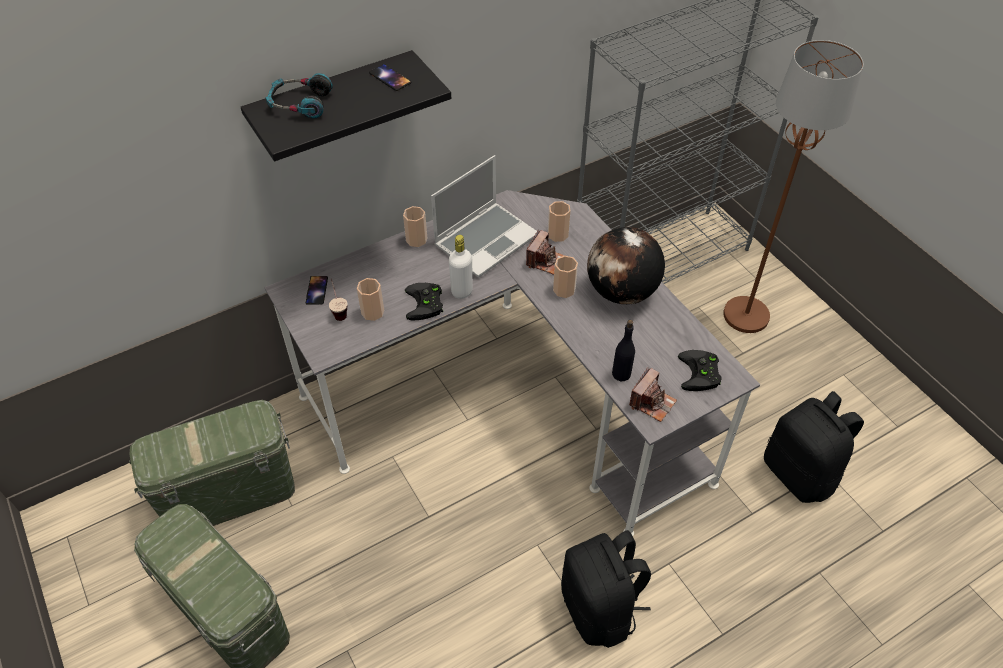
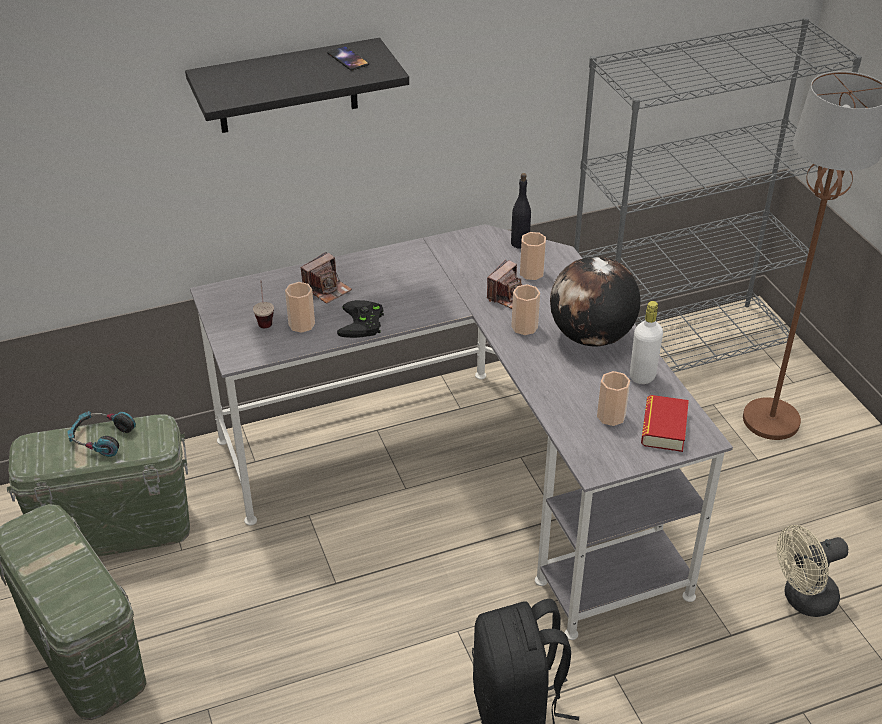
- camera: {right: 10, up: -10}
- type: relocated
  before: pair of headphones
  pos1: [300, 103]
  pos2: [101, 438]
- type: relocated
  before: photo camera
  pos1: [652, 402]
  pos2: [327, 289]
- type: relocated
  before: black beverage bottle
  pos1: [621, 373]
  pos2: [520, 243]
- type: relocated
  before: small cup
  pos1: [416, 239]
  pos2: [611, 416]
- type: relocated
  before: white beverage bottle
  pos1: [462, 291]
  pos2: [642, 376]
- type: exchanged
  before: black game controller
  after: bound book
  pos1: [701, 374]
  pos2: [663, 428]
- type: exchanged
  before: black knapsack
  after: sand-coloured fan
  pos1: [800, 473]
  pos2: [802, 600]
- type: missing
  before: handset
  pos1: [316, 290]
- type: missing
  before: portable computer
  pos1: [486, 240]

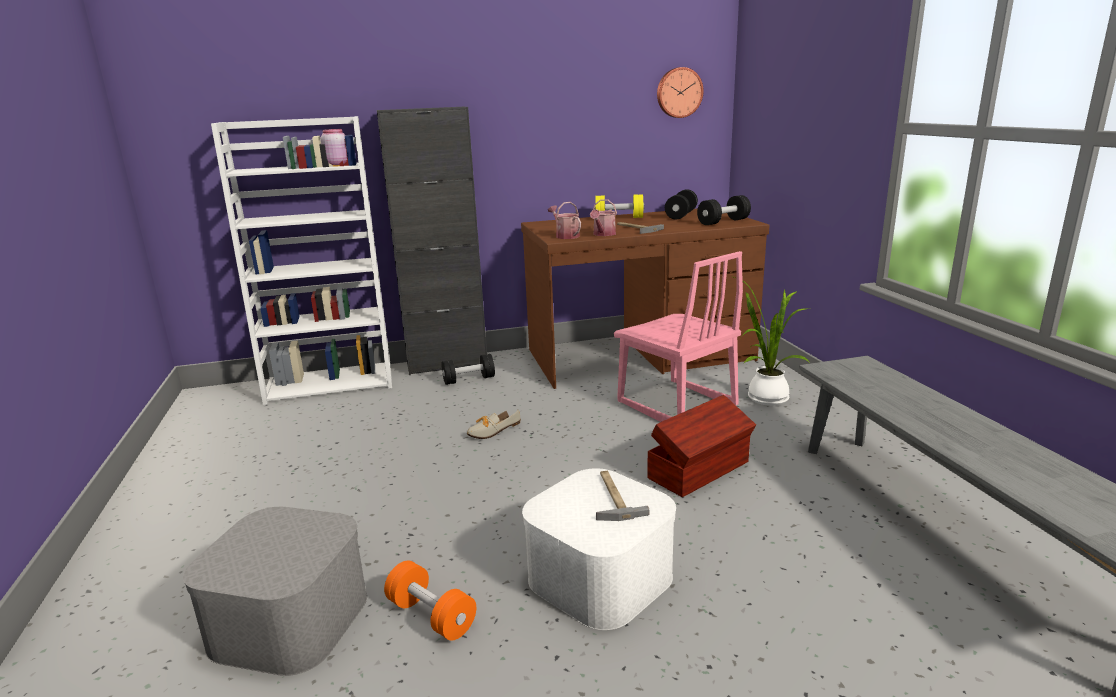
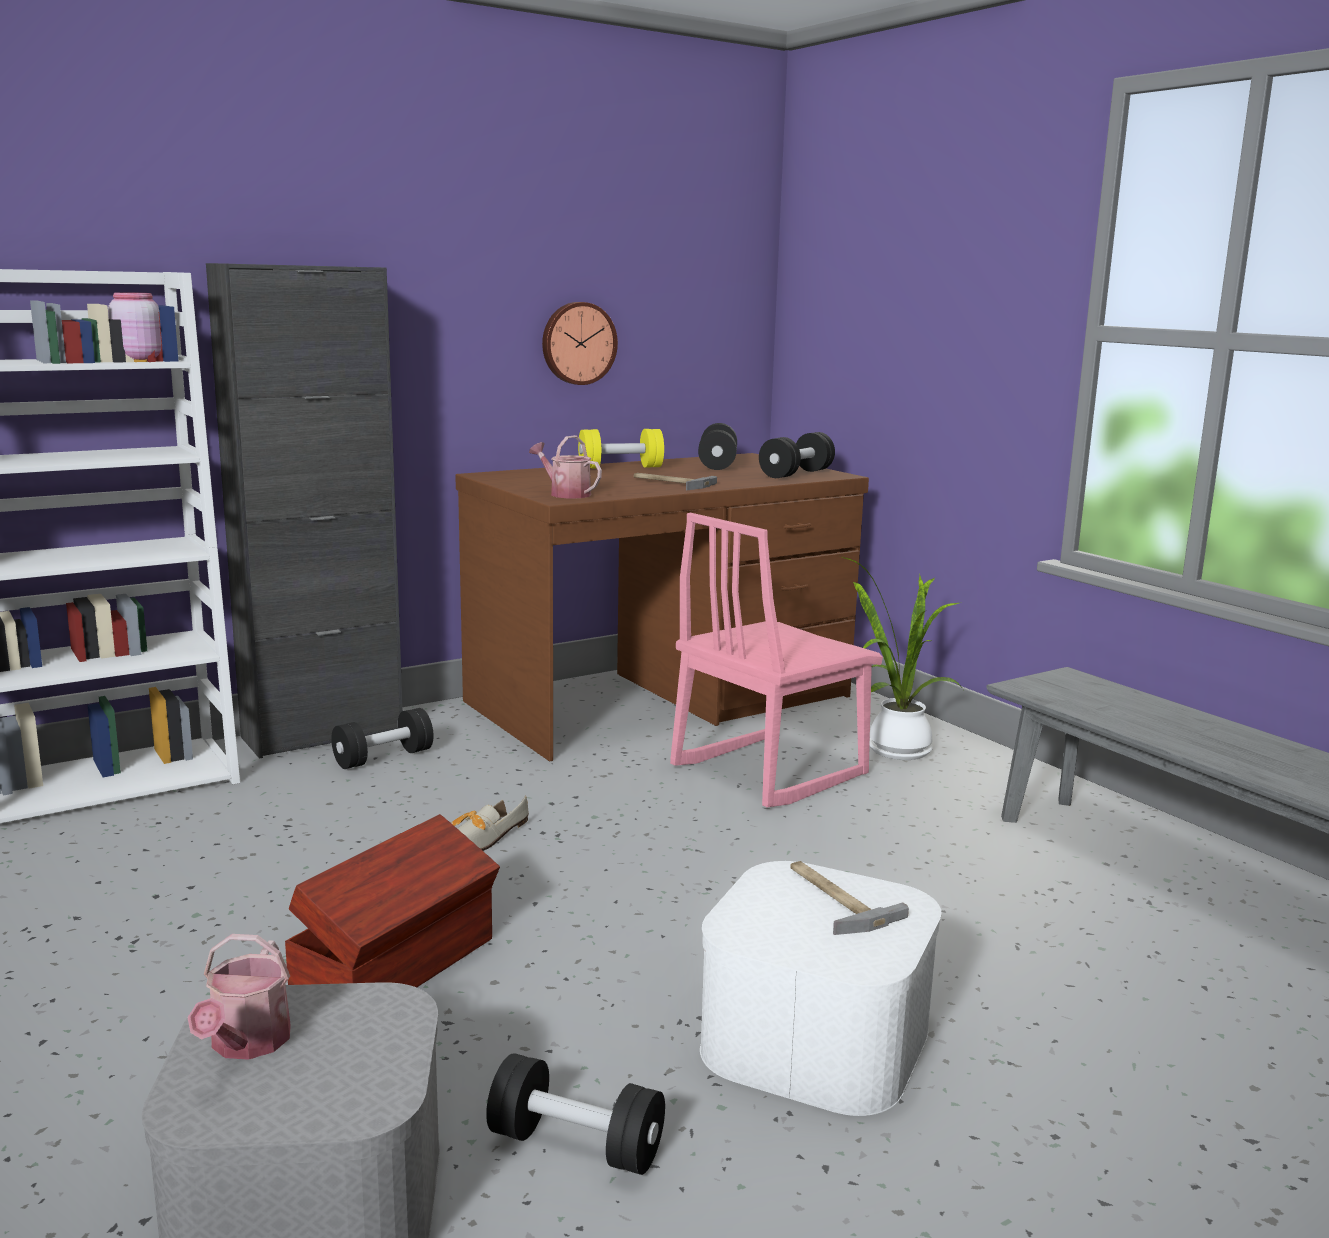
- camera: {right: -20, up: -5}
- type: relocated
  before: watering pot
  pos1: [603, 234]
  pos2: [246, 1044]
- type: relocated
  before: brown-coloured storage bin
  pos1: [700, 470]
  pos2: [399, 967]
- type: colour
  before: orangey dumbbell
  after: black dumbbell
  pos1: [431, 616]
  pos2: [576, 1145]
- type: relocated
  before: clock on the wall
  pos1: [679, 92]
  pos2: [577, 343]
- type: spun
  before: pink plain chair
  pos1: [675, 405]
  pos2: [767, 770]
  turn: 105

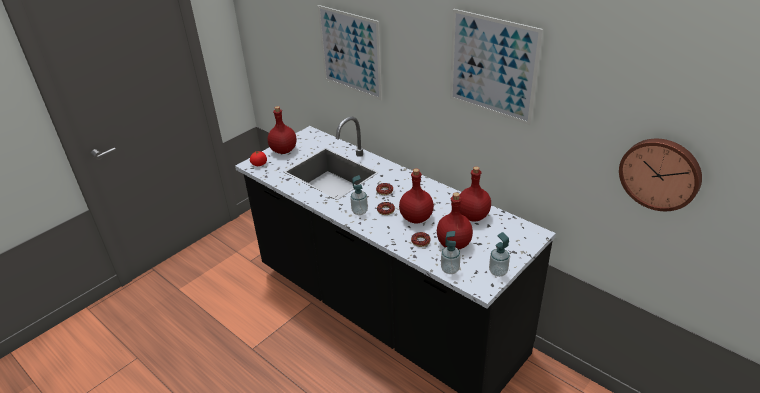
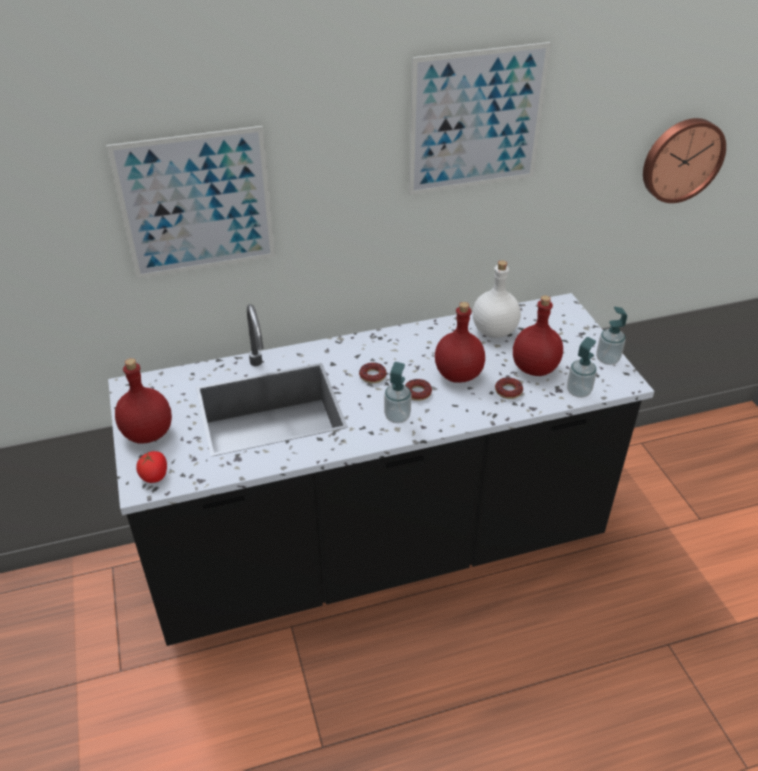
- camera: {right: -60, up: 5}
- type: colour
  before: red beverage bottle
  after: white beverage bottle
  pos1: [472, 216]
  pos2: [494, 332]

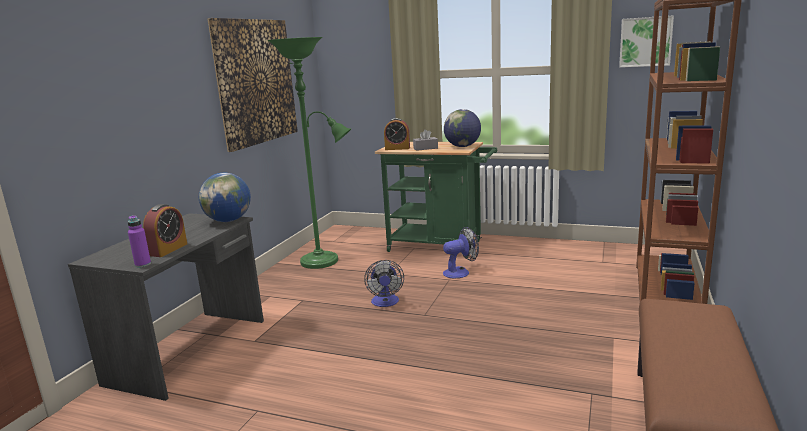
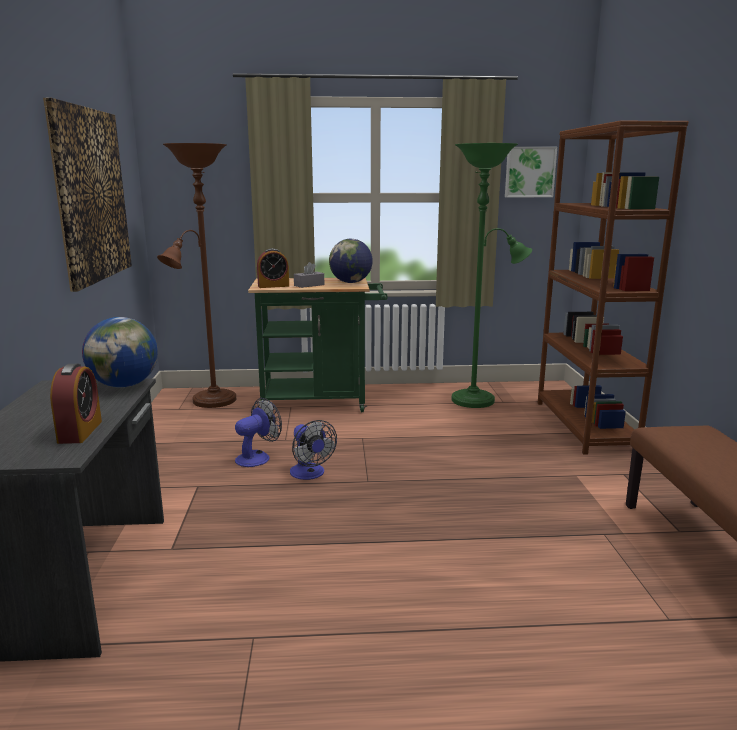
- camera: {right: -25, up: 0}
- type: appeared
  after: brown-coloured standard lamp
  pos2: [210, 402]
- type: relocated
  before: fan
  pos1: [460, 272]
  pos2: [257, 457]
- type: relocated
  before: green standard lamp
  pos1: [324, 261]
  pos2: [478, 400]
- type: missing
  before: purple-coloured beverage bottle
  pos1: [143, 264]

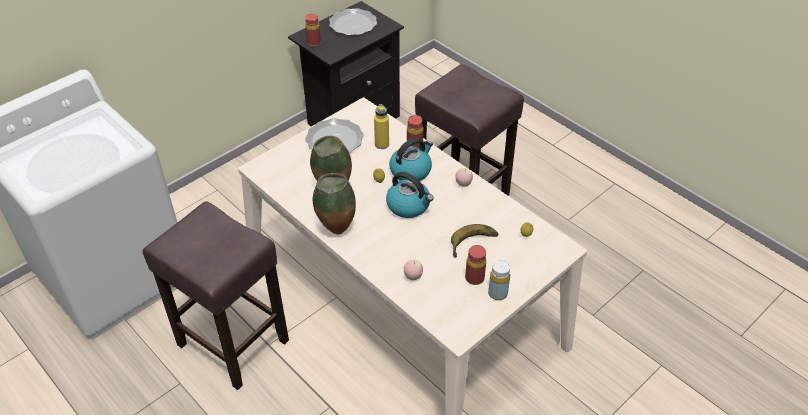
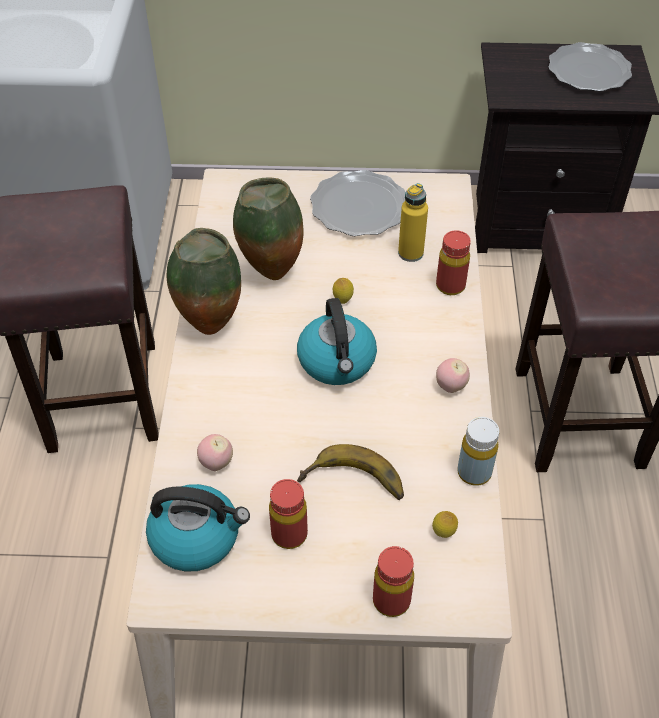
- camera: {right: 45, up: 5}
- type: relocated
  before: water kettle
  pos1: [411, 171]
  pos2: [197, 537]
- type: relocated
  before: red beverage bottle
  pos1: [314, 43]
  pos2: [391, 600]
- type: relocated
  before: yellow-coloured beverage bottle
  pos1: [497, 293]
  pos2: [474, 472]

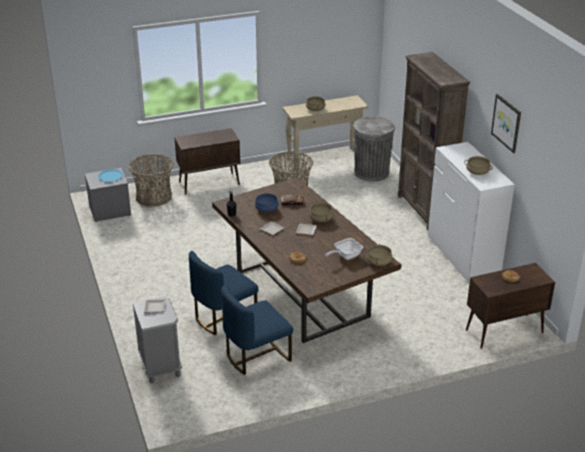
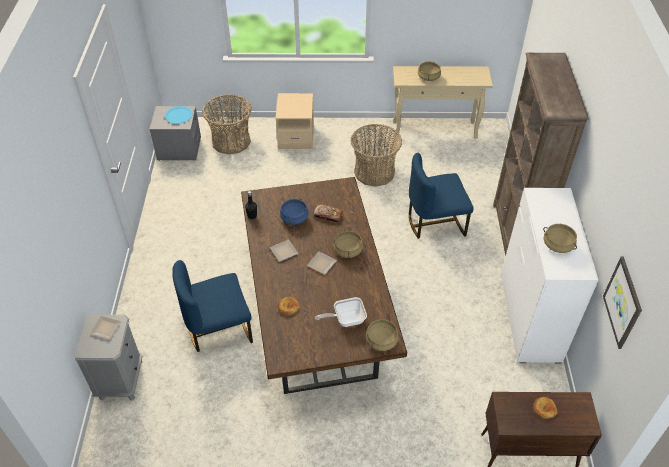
- camera: {right: 20, up: 15}
- type: exchanged
  before: brown-coloured cabinet
  after: sand-coloured nightstand
  pos1: [210, 183]
  pos2: [296, 137]
- type: relocated
  before: blue plain chair
  pos1: [256, 356]
  pos2: [435, 222]
- type: relocated
  before: wall art
  pos1: [506, 123]
  pos2: [623, 302]
- type: missing
  before: greyish waste bin
  pos1: [371, 172]

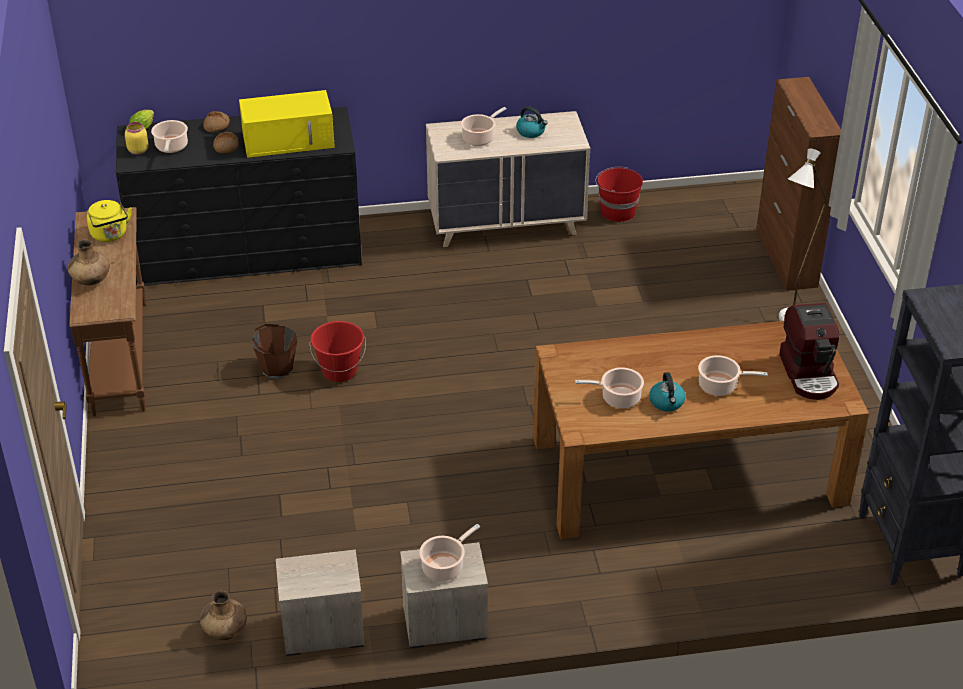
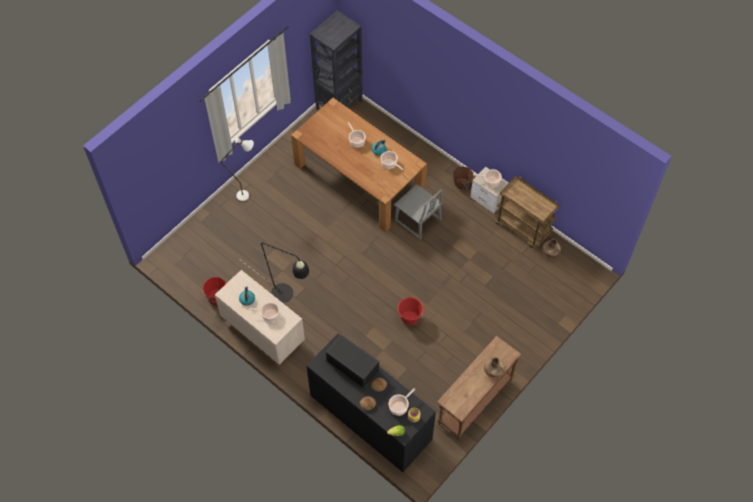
- camera: {right: -130, up: 20}
- type: appeared
  after: black standard lamp
  pos2: [286, 296]
- type: colour
  before: yellow-coloured kitchen microwave
  after: black kitchen microwave
  pos1: [289, 140]
  pos2: [352, 365]
- type: appeared
  after: greyish plain chair
  pos2: [417, 220]
- type: relocated
  before: brown-coloured pail
  pos1: [277, 368]
  pos2: [461, 184]
- type: exchanged
  before: nightstand
  after: brown-coloured cart
  pos1: [321, 630]
  pos2: [523, 228]
- type: missing
  before: yellow-coloured water kettle
  pos1: [110, 235]
- type: missing
  before: brown-coloured cabinet
  pos1: [786, 258]
- type: missing
  before: coffee brewer
  pos1: [809, 373]

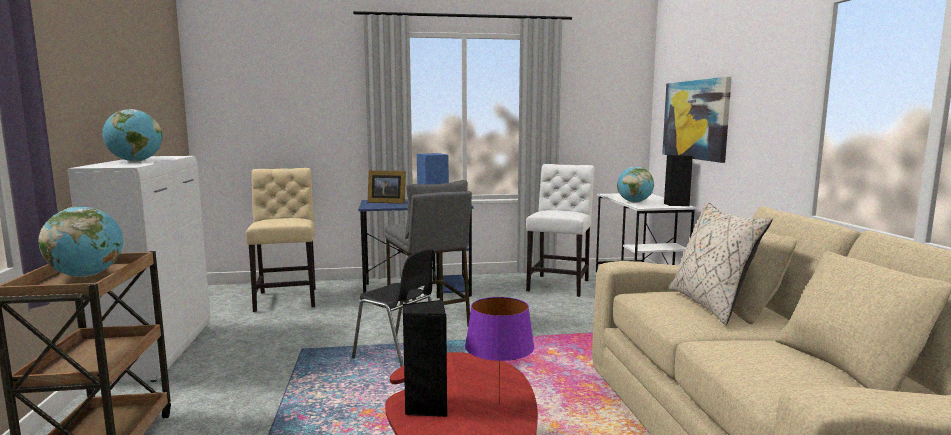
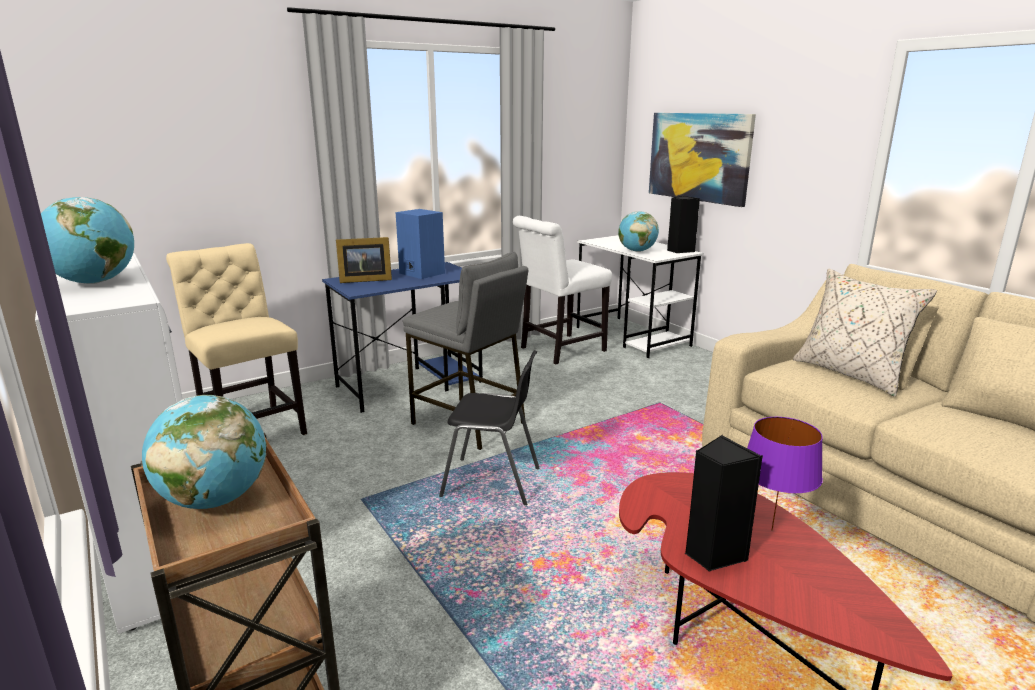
- camera: {right: -25, up: 10}
- type: spun
  before: white plain chair
  pos1: [559, 285]
  pos2: [559, 350]
  turn: -120

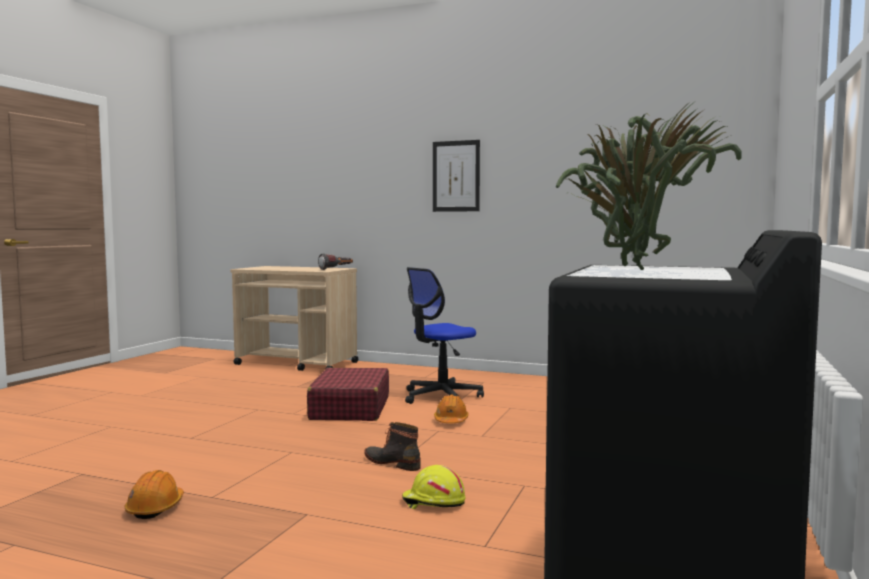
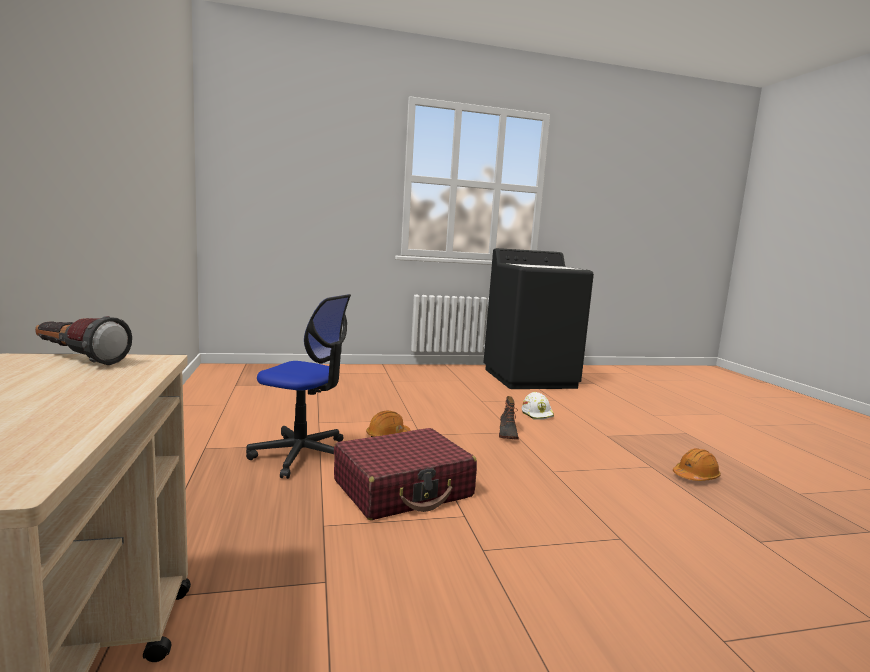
- camera: {right: -125, up: 5}
- type: colour
  before: yellow-coloured work helmet
  after: white work helmet
  pos1: [433, 502]
  pos2: [537, 414]
- type: missing
  before: wall art
  pos1: [456, 176]
- type: missing
  before: houseplant
  pos1: [635, 270]

